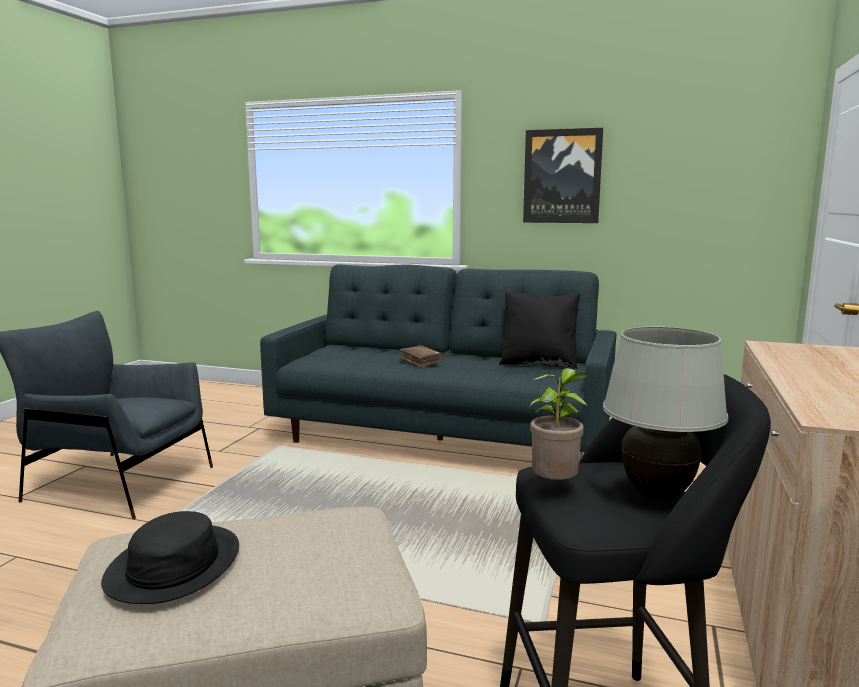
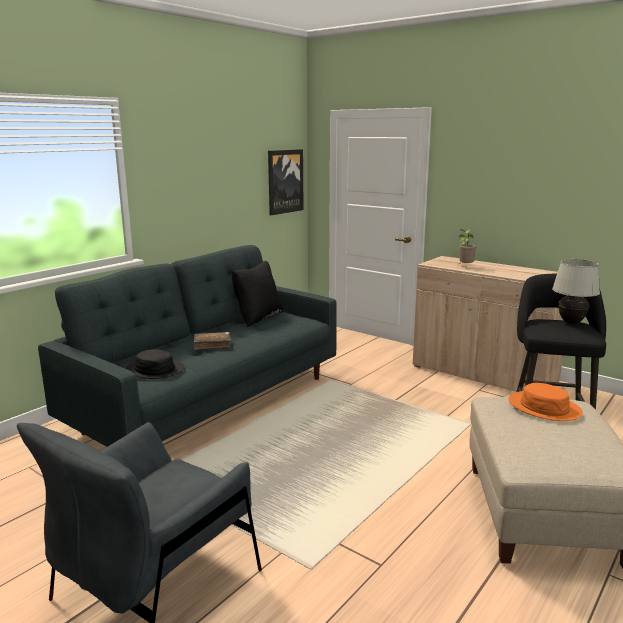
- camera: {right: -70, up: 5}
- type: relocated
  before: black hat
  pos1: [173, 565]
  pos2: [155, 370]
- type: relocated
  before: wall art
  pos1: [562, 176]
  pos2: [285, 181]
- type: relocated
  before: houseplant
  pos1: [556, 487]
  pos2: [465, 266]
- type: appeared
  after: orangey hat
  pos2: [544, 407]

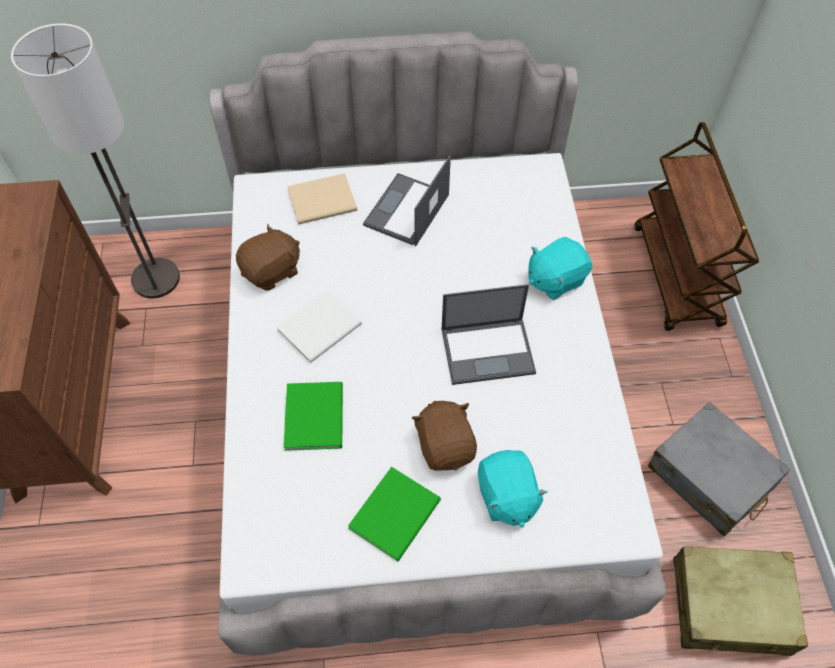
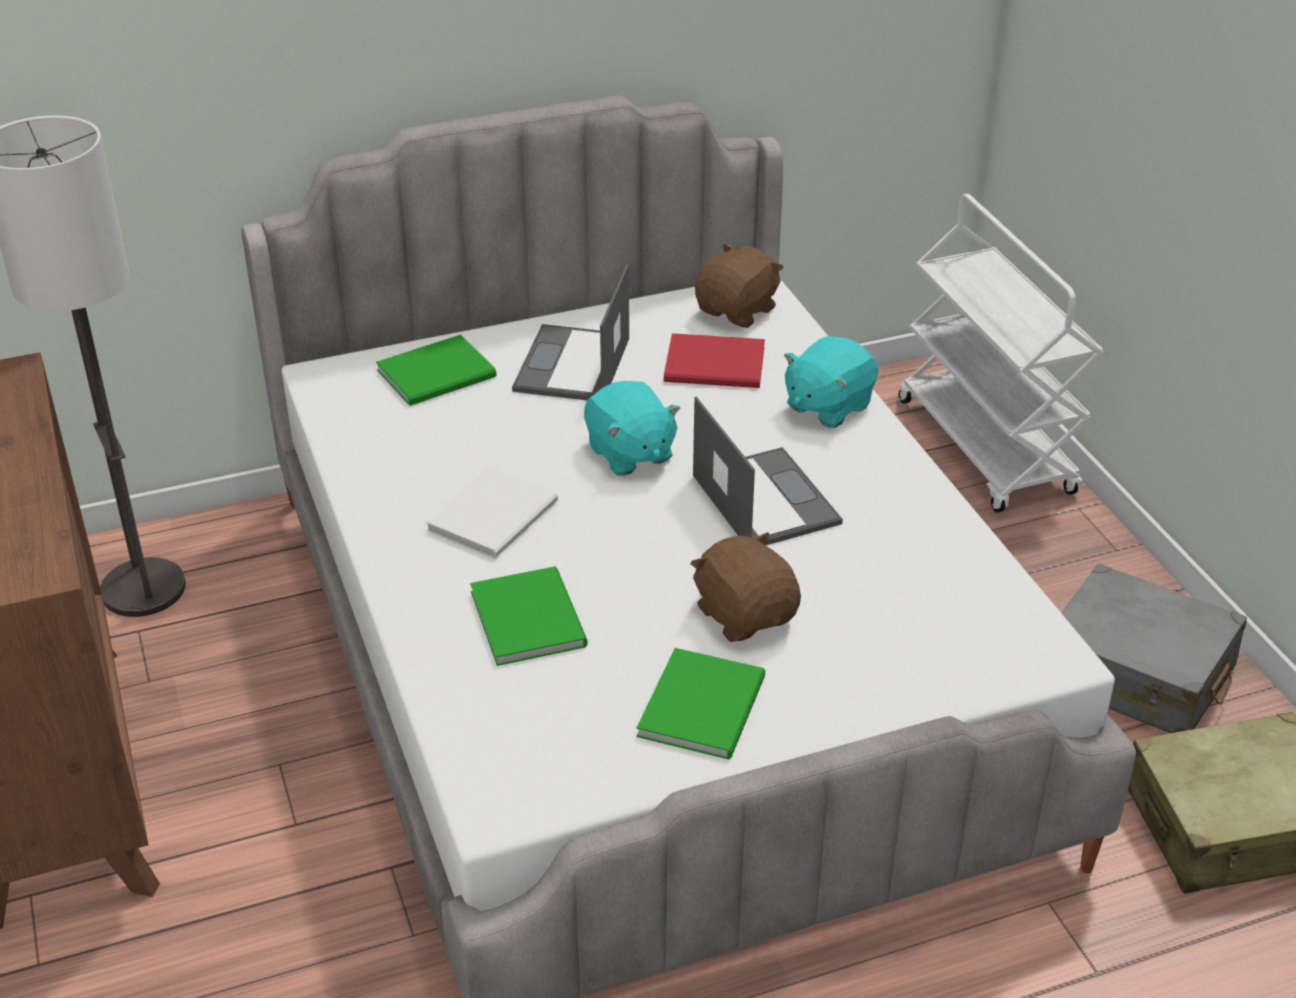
- camera: {right: -15, up: -20}
- type: colour
  before: sand-coloured bound book
  after: green bound book
  pos1: [324, 201]
  pos2: [440, 374]
- type: relocated
  before: blue-green cuddly toy
  pos1: [506, 496]
  pos2: [629, 454]
- type: appeared
  after: red bound book
  pos2: [717, 366]
- type: spun
  before: portable computer
  pos1: [488, 350]
  pos2: [764, 498]
  turn: -90
- type: relocated
  before: brown-coloured cuddly toy
  pos1: [272, 271]
  pos2: [738, 311]
- type: colour
  before: brown-coloured cart
  after: white cart
  pos1: [677, 276]
  pos2: [986, 447]

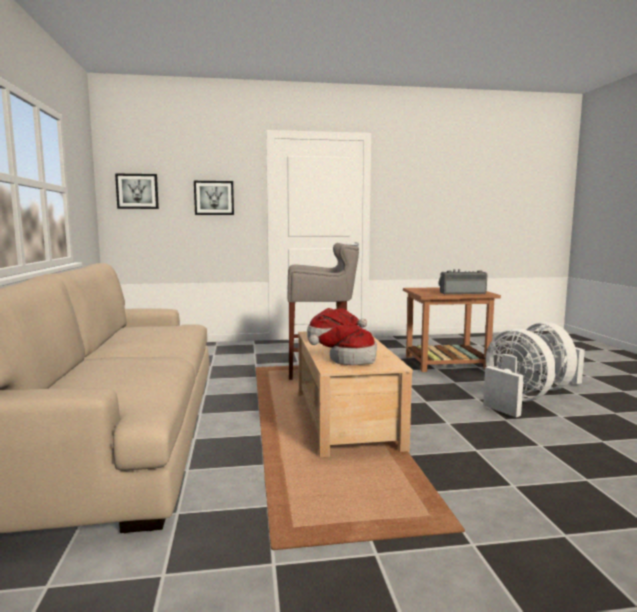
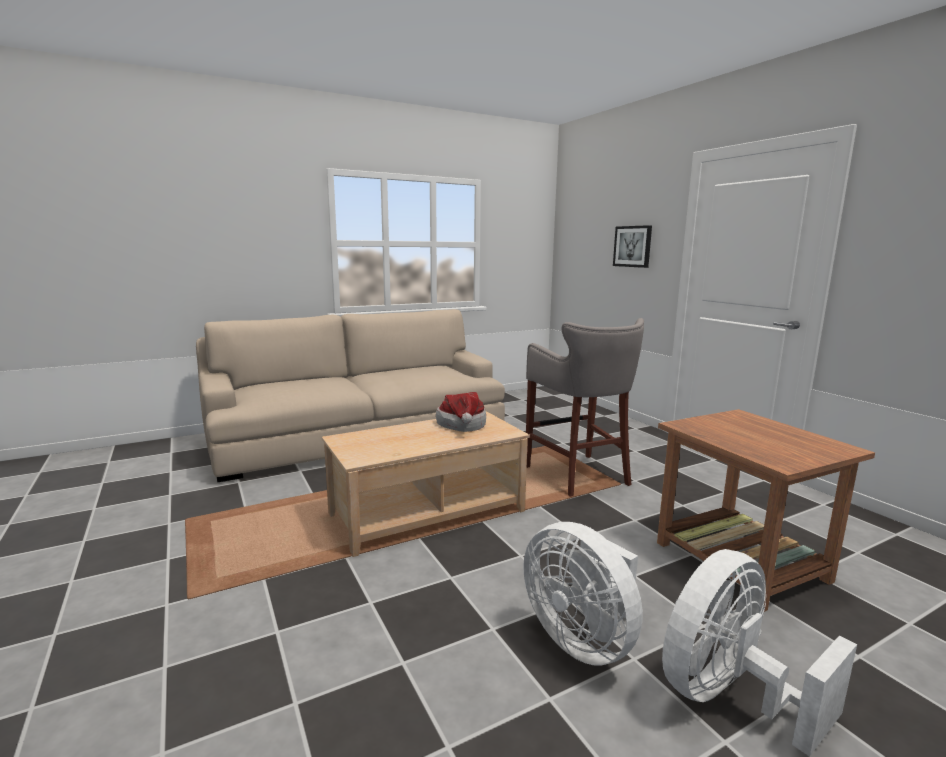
- camera: {right: 70, up: 5}
- type: spun
  before: white fan
  pos1: [512, 402]
  pos2: [582, 638]
  turn: 105
- type: missing
  before: wall art
  pos1: [137, 191]
- type: missing
  before: hat
  pos1: [350, 359]
- type: missing
  before: radio receiver
  pos1: [462, 293]

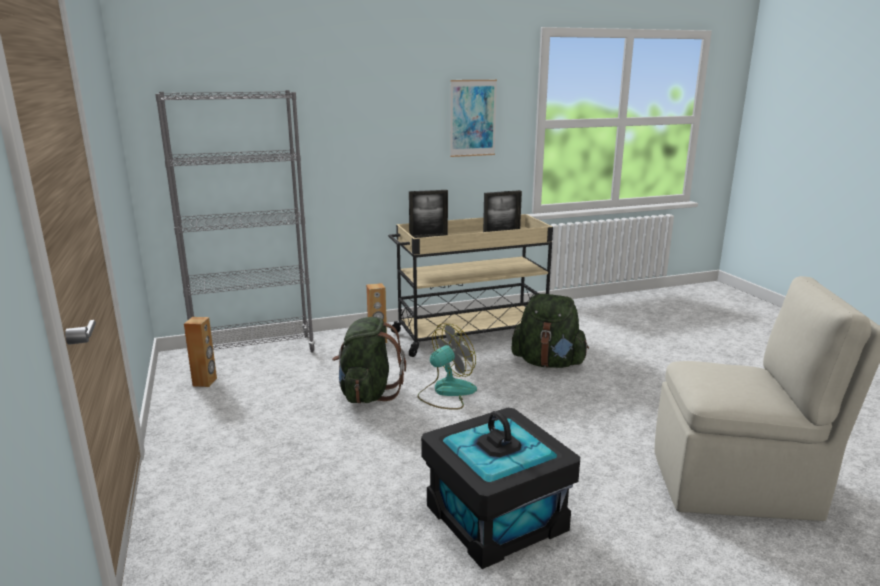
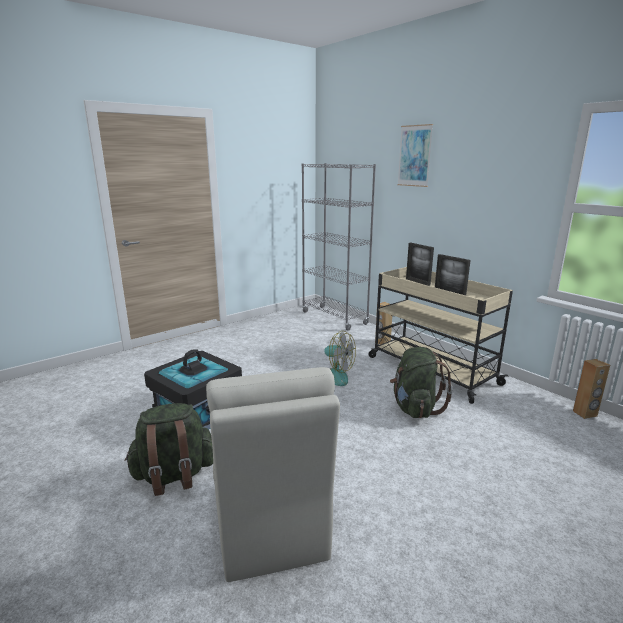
- camera: {right: 70, up: 0}
- type: relocated
  before: green knapsack
  pos1: [367, 393]
  pos2: [174, 475]
- type: relocated
  before: wall art
  pos1: [473, 118]
  pos2: [414, 156]
- type: relocated
  before: brown-coloured loudspeaker
  pos1: [205, 382]
  pos2: [585, 414]

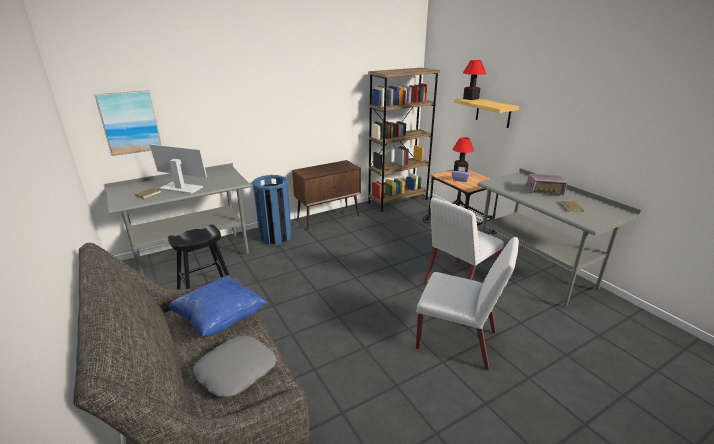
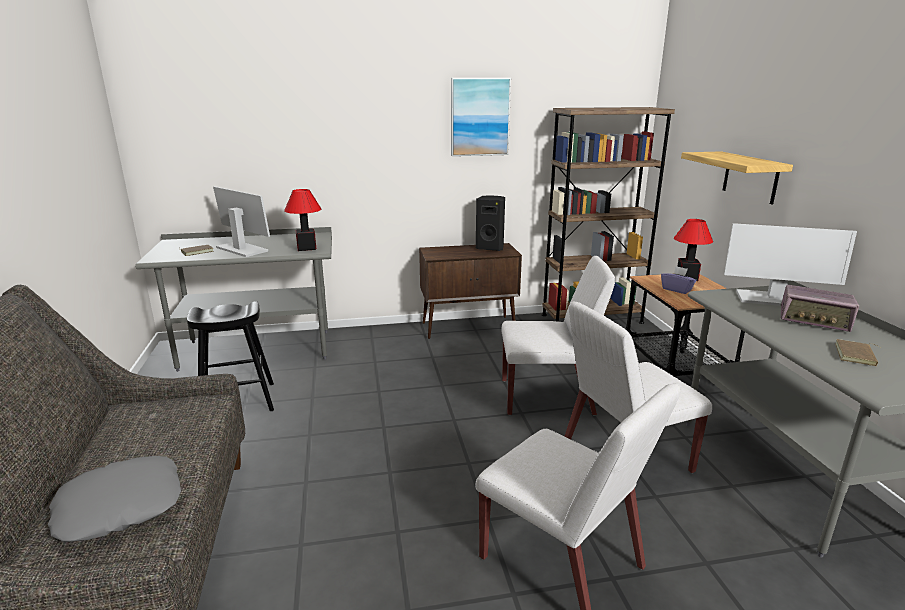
- camera: {right: 20, up: -5}
- type: relocated
  before: table lamp
  pos1: [471, 99]
  pos2: [306, 248]
- type: relocated
  before: wall art
  pos1: [130, 122]
  pos2: [479, 117]
- type: appeared
  after: black loudspeaker
  pos2: [490, 248]
- type: appeared
  after: white plain chair
  pos2: [548, 397]
- type: appeared
  after: monitor
  pos2: [774, 300]
- type: missing
  before: blue throw pillow
  pos1: [220, 319]
- type: missing
  before: blue waste bin
  pos1: [275, 237]

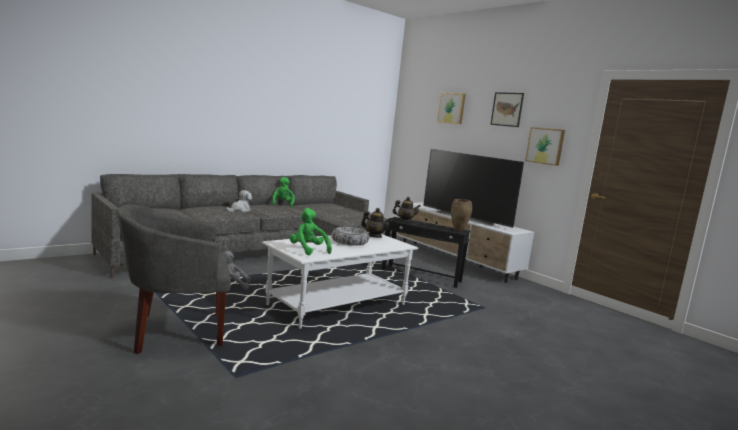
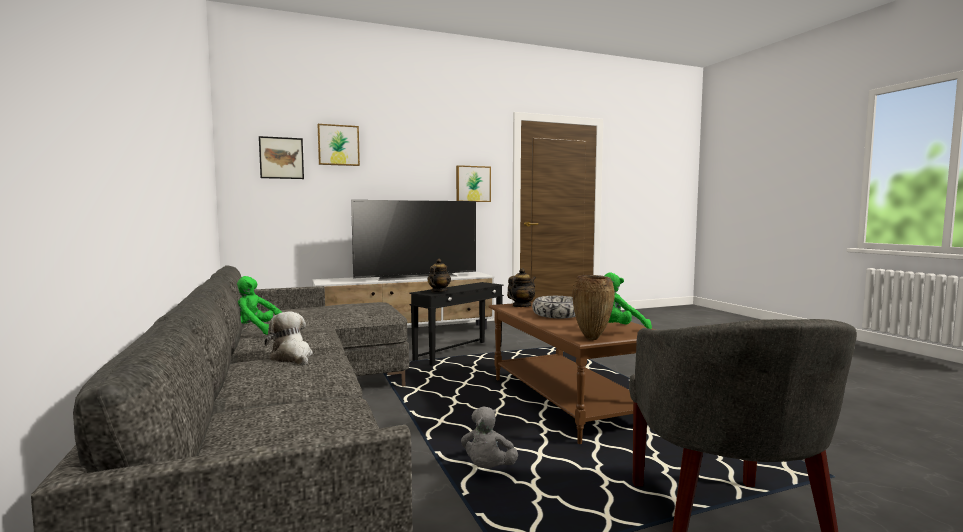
- camera: {right: -70, up: -5}
- type: relocated
  before: wall art
  pos1: [507, 109]
  pos2: [281, 158]
- type: colour
  before: white low table
  after: brown-coloured low table
  pos1: [337, 305]
  pos2: [566, 402]
- type: relocated
  before: brown-coloured flower vase
  pos1: [458, 231]
  pos2: [593, 339]

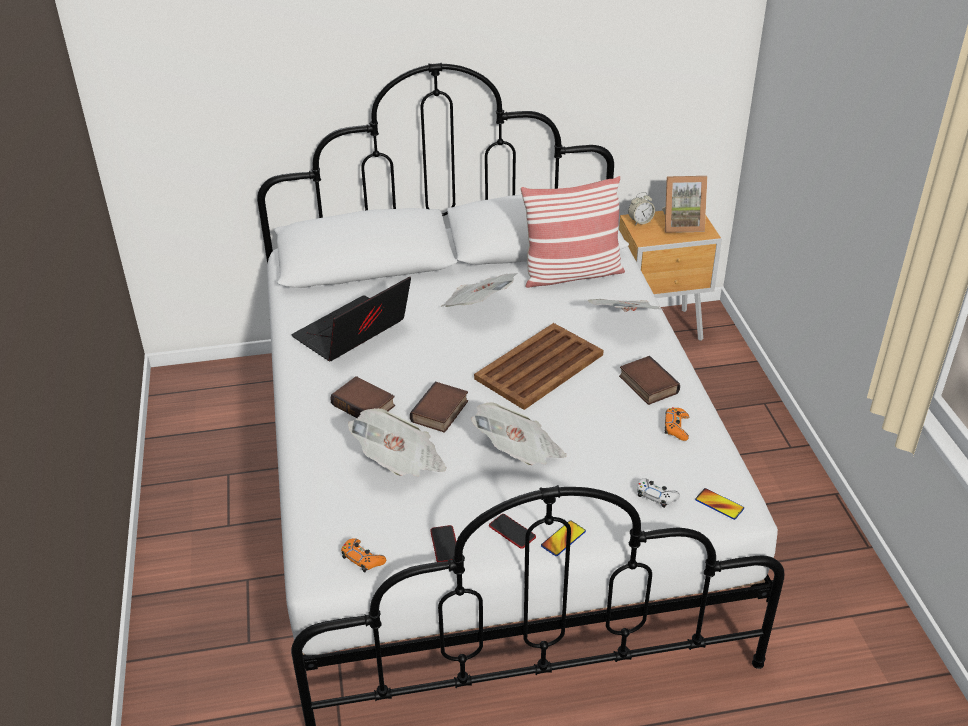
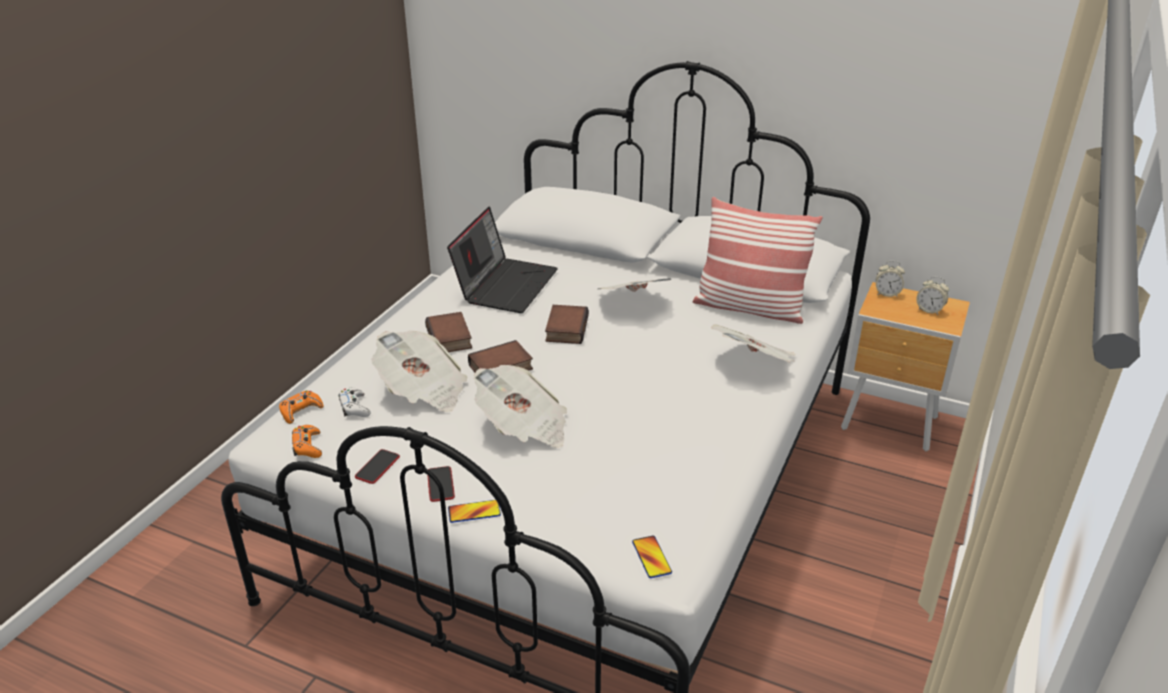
- camera: {right: 35, up: -5}
- type: relocated
  before: orangey game controller
  pos1: [676, 427]
  pos2: [300, 411]
- type: relocated
  before: white game controller
  pos1: [656, 496]
  pos2: [354, 407]
- type: spun
  before: portable computer
  pos1: [352, 334]
  pos2: [505, 284]
  turn: 120
- type: relocated
  before: bound book
  pos1: [646, 384]
  pos2: [565, 328]
- type: exchanged
  before: standing frame
  after: alarm clock
  pos1: [681, 224]
  pos2: [929, 310]
- type: missing
  before: brown-coloured serving tray
  pos1: [540, 366]

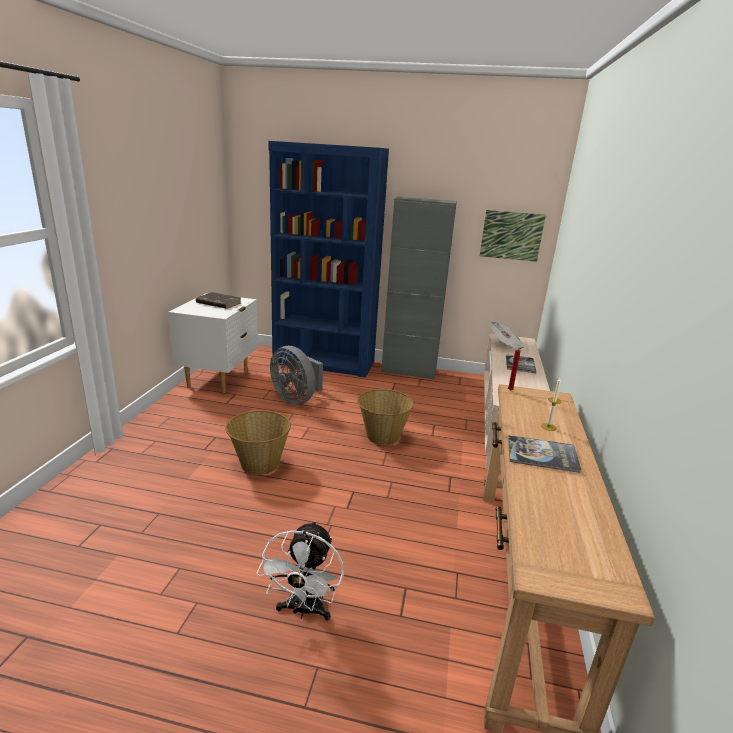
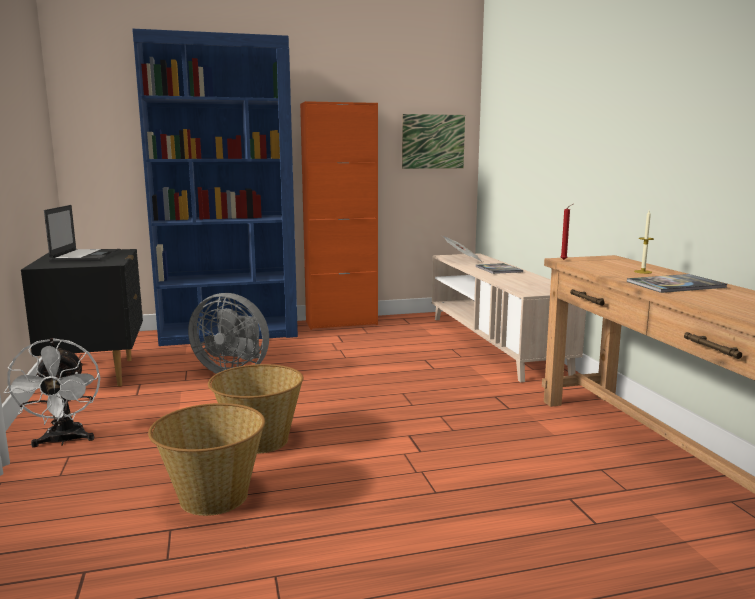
- camera: {right: -25, up: -10}
- type: relocated
  before: white fan
  pos1: [304, 610]
  pos2: [64, 441]
- type: colour
  before: white nightstand
  after: black nightstand
  pos1: [219, 379]
  pos2: [96, 374]
- type: exchanged
  before: brown-coloured bound book
  after: portable computer
  pos1: [218, 303]
  pos2: [86, 256]
- type: relocated
  before: storage basket
  pos1: [382, 436]
  pos2: [212, 497]
- type: colour
  before: greyish cabinet
  after: orangey cabinet
  pos1: [408, 371]
  pos2: [341, 323]

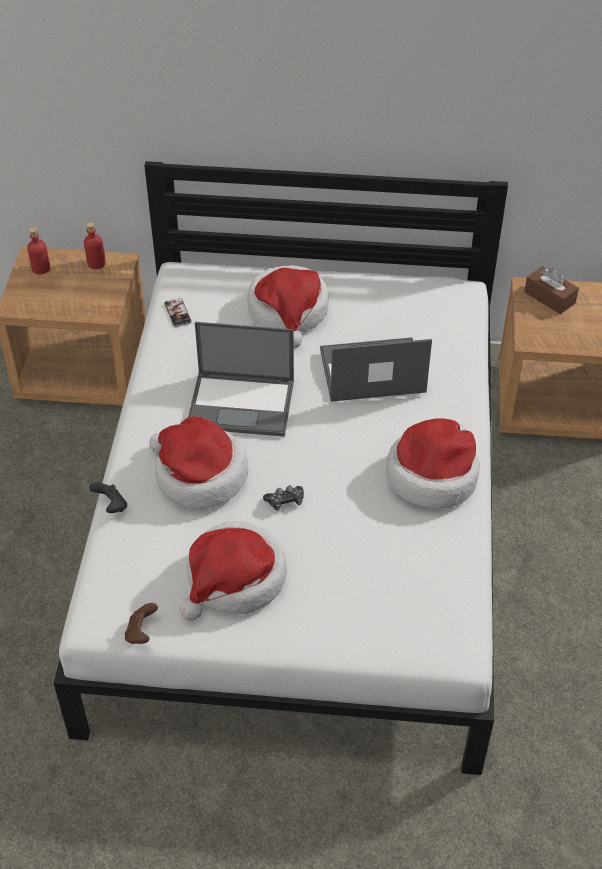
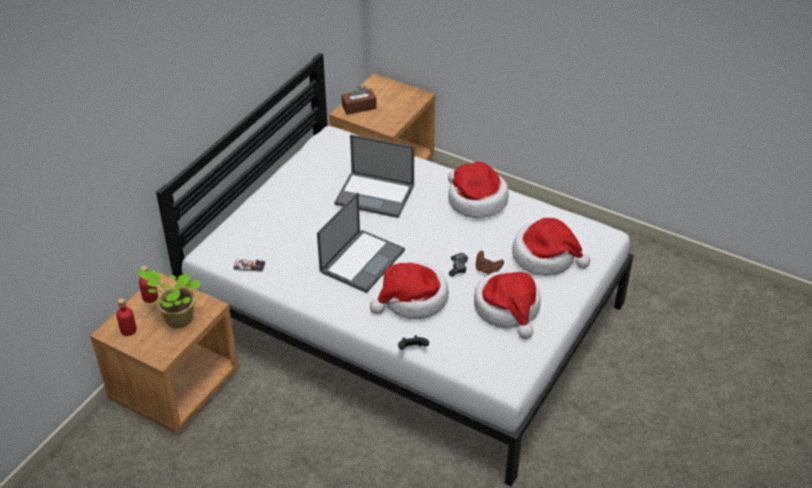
- camera: {right: -65, up: -5}
- type: appeared
  after: houseplant
  pos2: [177, 319]
- type: spun
  before: portable computer
  pos1: [371, 371]
  pos2: [375, 194]
  turn: -90
- type: relocated
  before: brown-coloured game controller
  pos1: [141, 633]
  pos2: [487, 270]
- type: relocated
  before: hat
  pos1: [289, 312]
  pos2: [545, 257]

